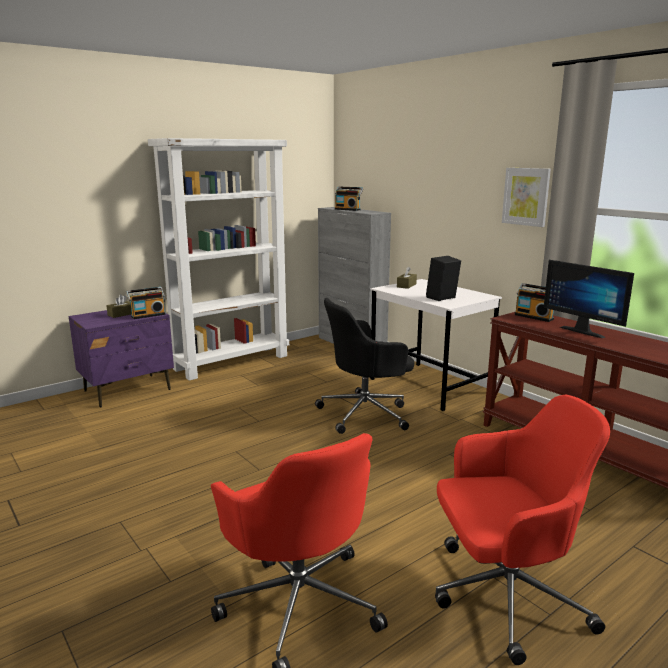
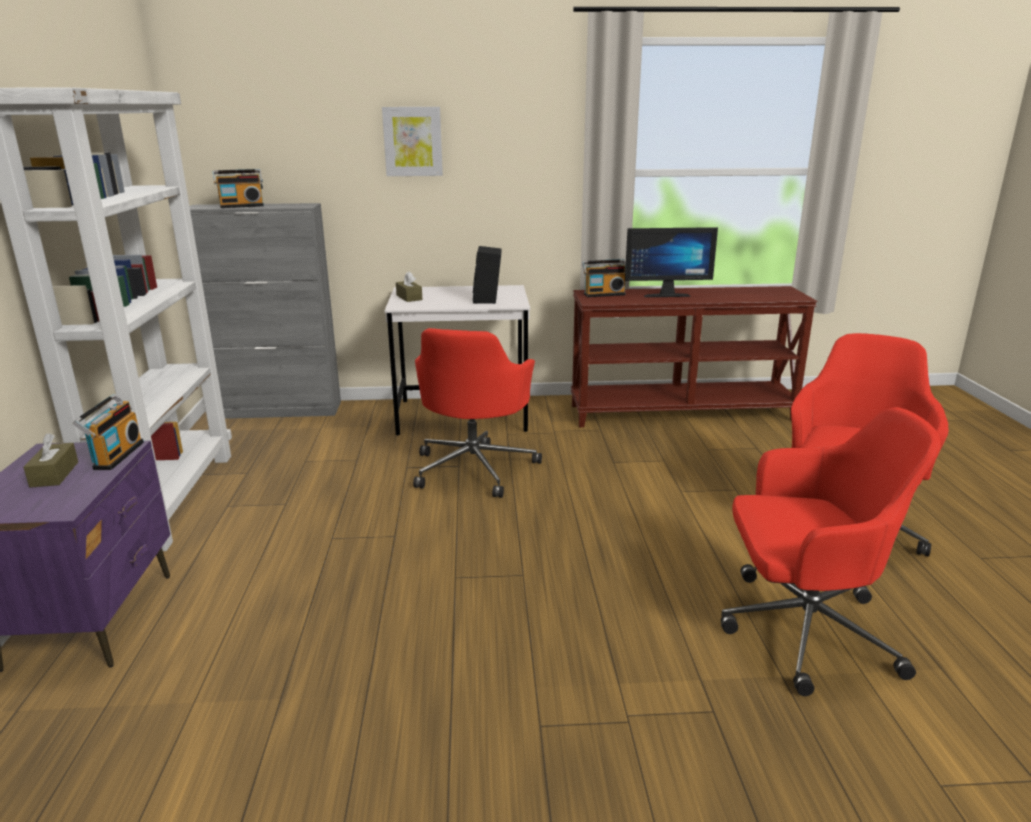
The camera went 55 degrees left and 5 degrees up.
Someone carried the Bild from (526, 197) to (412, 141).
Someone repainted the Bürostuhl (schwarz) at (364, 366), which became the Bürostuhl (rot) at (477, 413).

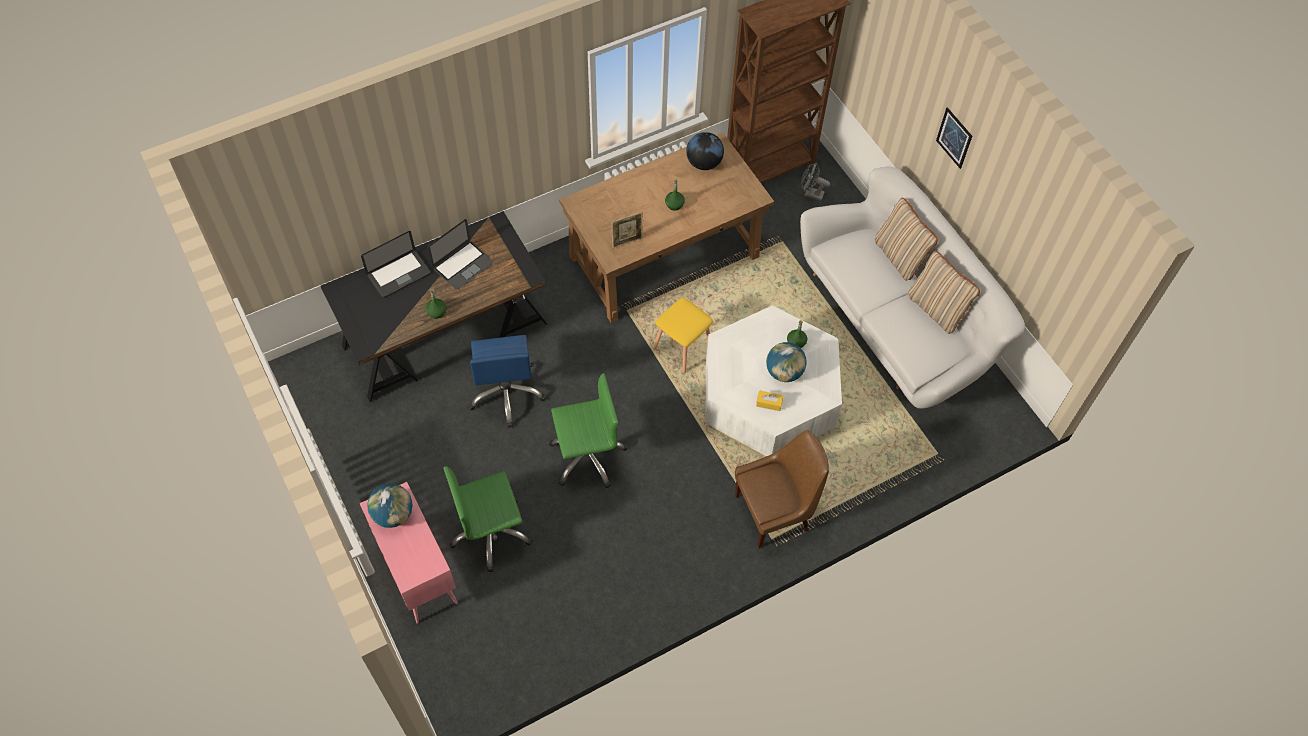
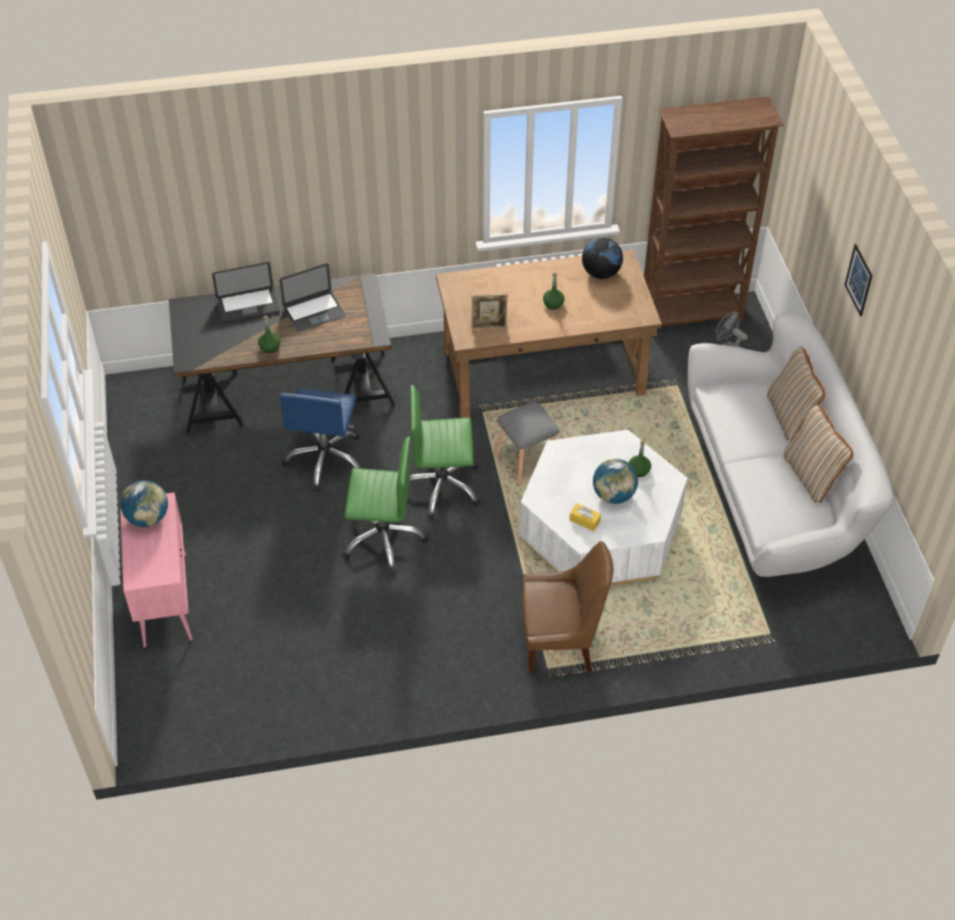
The camera went 20 degrees right and 10 degrees down.
Someone carried the Bürostuhl (grün) from (487, 519) to (445, 452).
Someone repainted the Hocker (gelb) at (683, 335), which became the Hocker (grau) at (527, 443).

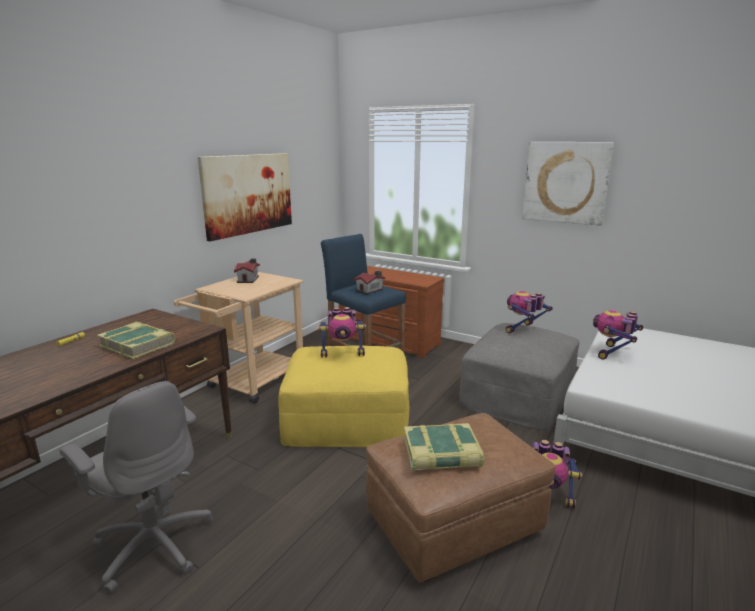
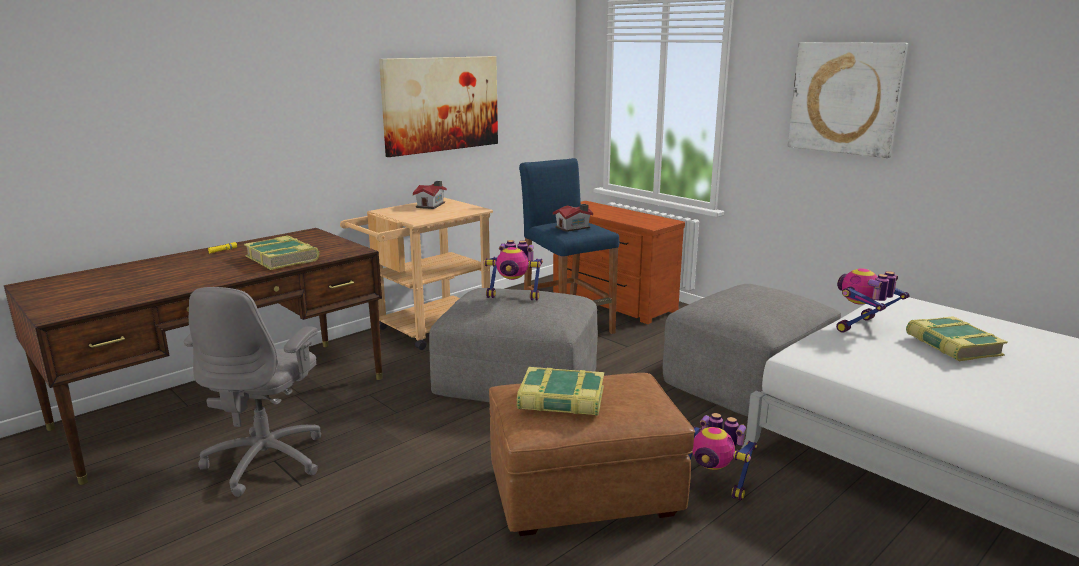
The camera went 15 degrees right and 0 degrees up.
Someone rotated the Bürostuhl (grau) at (136, 487) by 45 degrees clockwise.
Someone repainted the Polsterhocker (gelb) at (343, 396), which became the Polsterhocker (grau) at (513, 345).
Someone put down the Buch at (956, 338).
Someone took away the Spielzeugroboter at (529, 312).

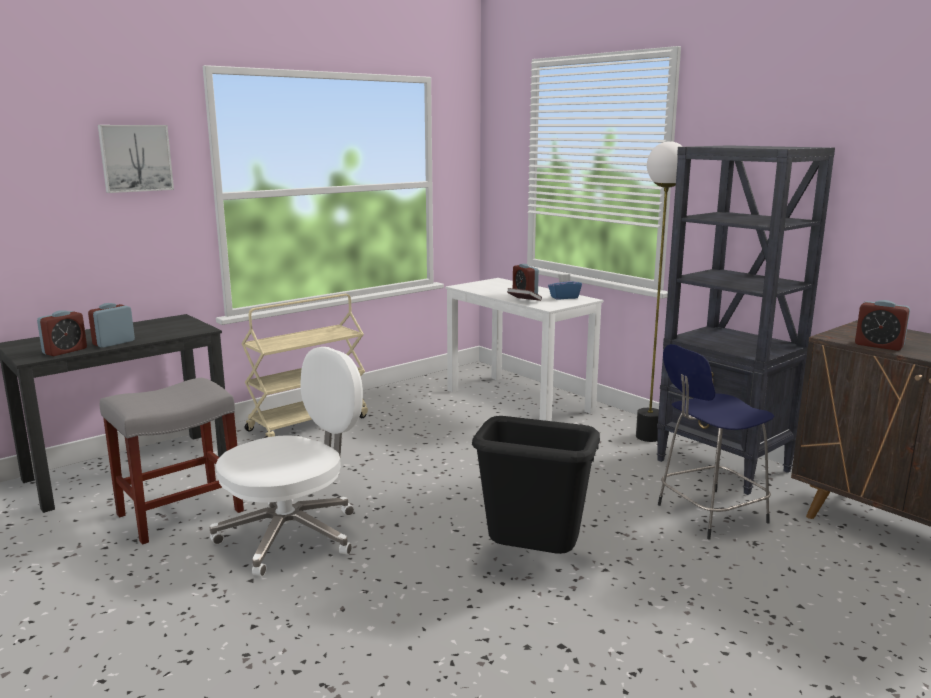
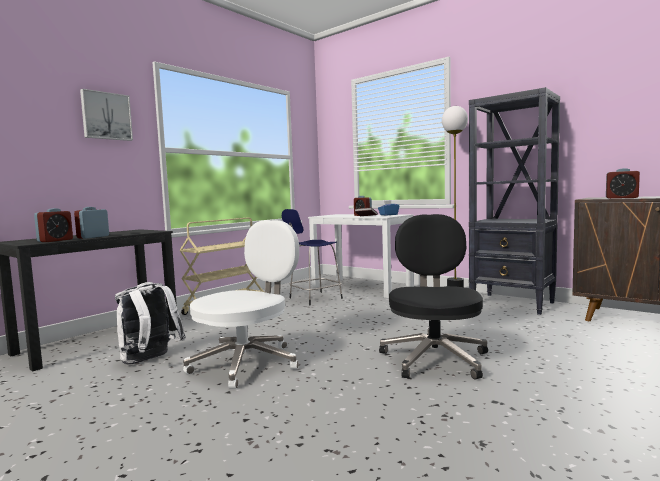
The camera went 10 degrees left and 10 degrees down.
Someone swapped the Hocker (grau) at (172, 461) for the Rucksack (weiß) at (150, 323).
Someone carried the Hocker (blau) from (716, 441) to (312, 257).
Someone swapped the Mülleimer (schwarz) at (536, 485) for the Bürostuhl (schwarz) at (433, 296).

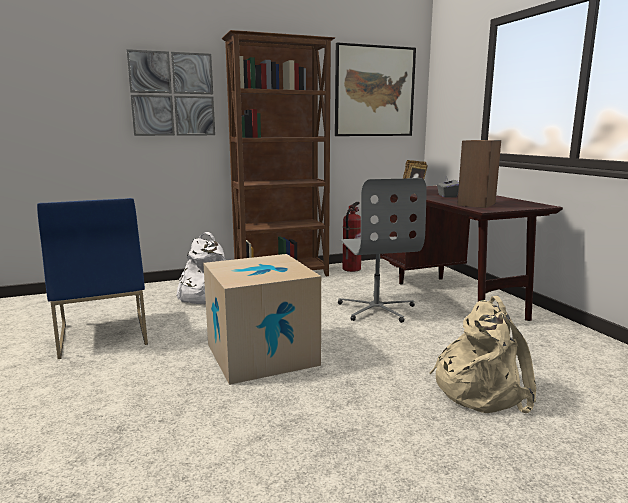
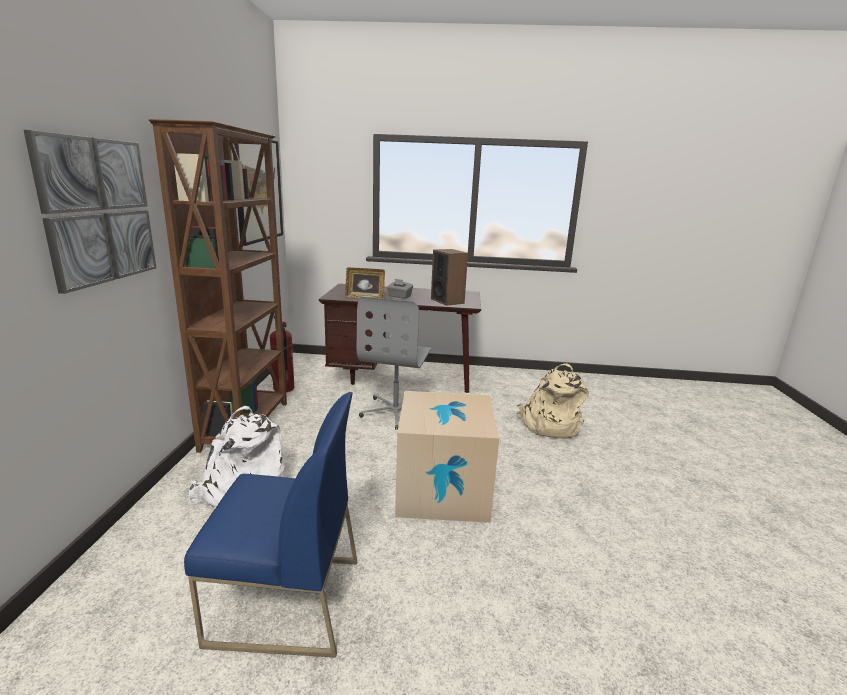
The camera went 65 degrees left and 5 degrees up.
Someone rotated the Bürostuhl (grau) at (382, 250) by 90 degrees clockwise.

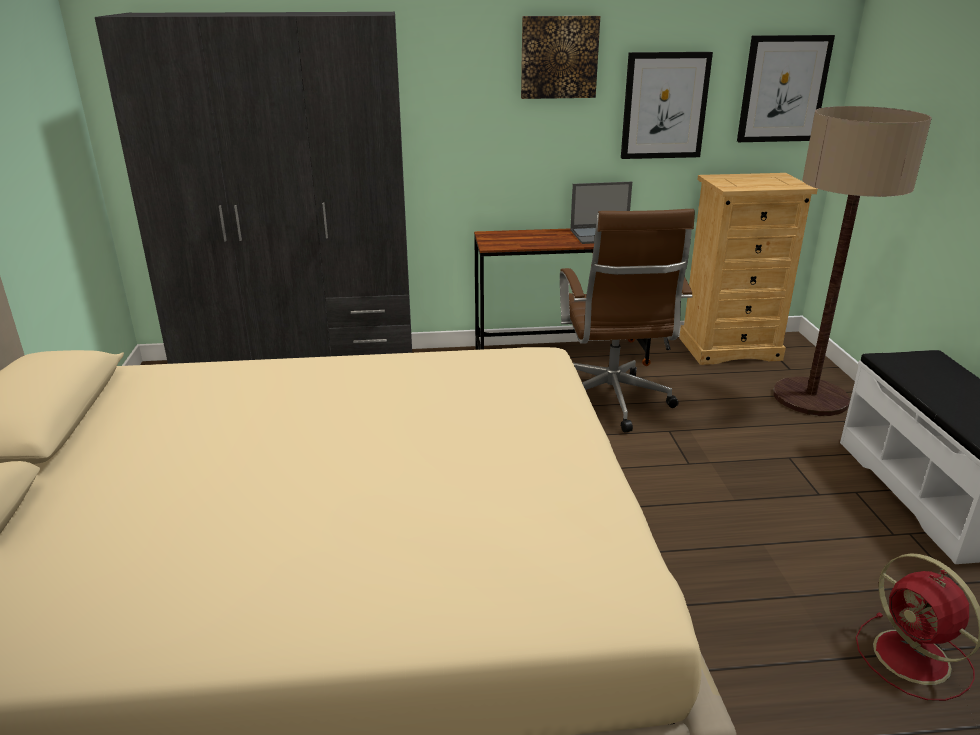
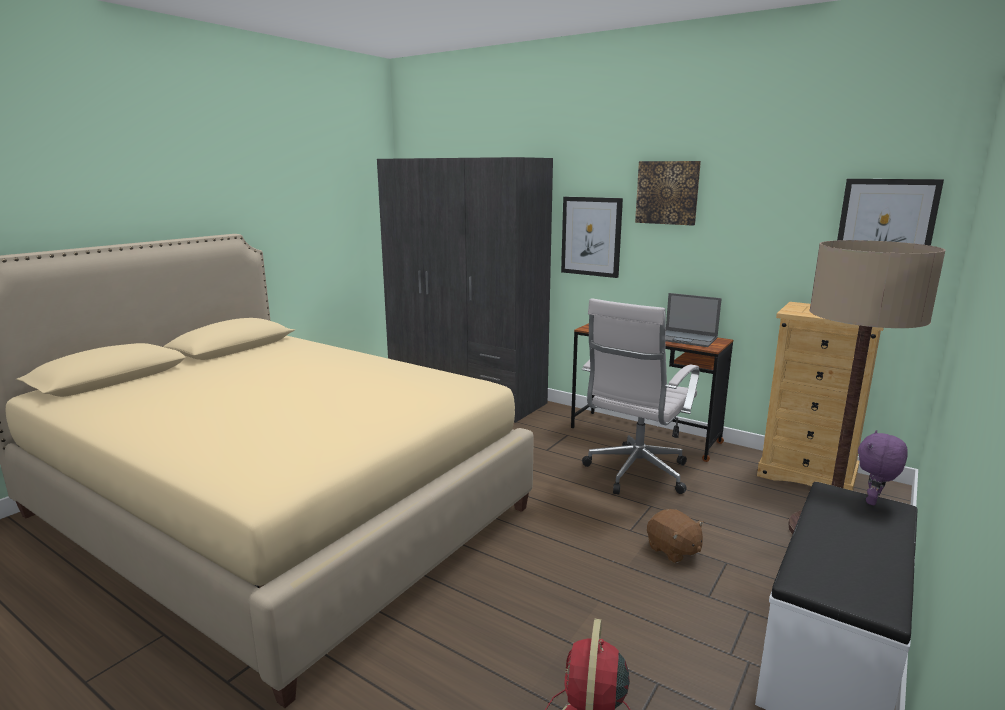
The camera went 40 degrees right and 10 degrees down.
Someone carried the Bild from (667, 105) to (592, 237).
Someone repainted the Bürostuhl (braun) at (627, 321), which became the Bürostuhl (weiß) at (641, 397).
Someone put down the Plüschtier (braun) at (675, 536).
Someone put down the Plüschtier (lila) at (883, 467).

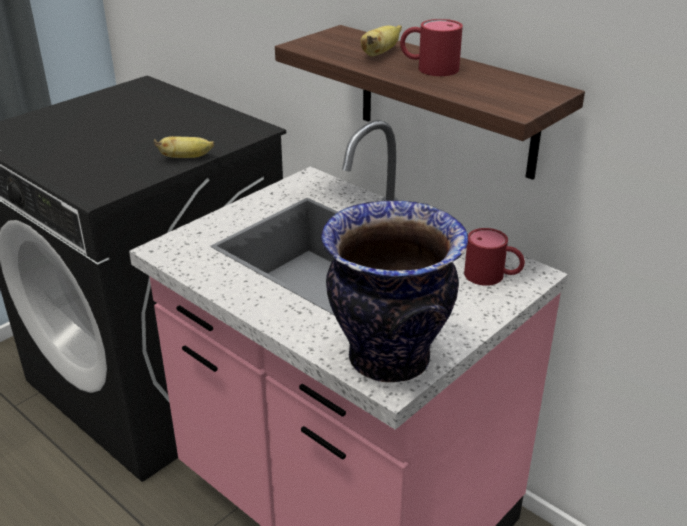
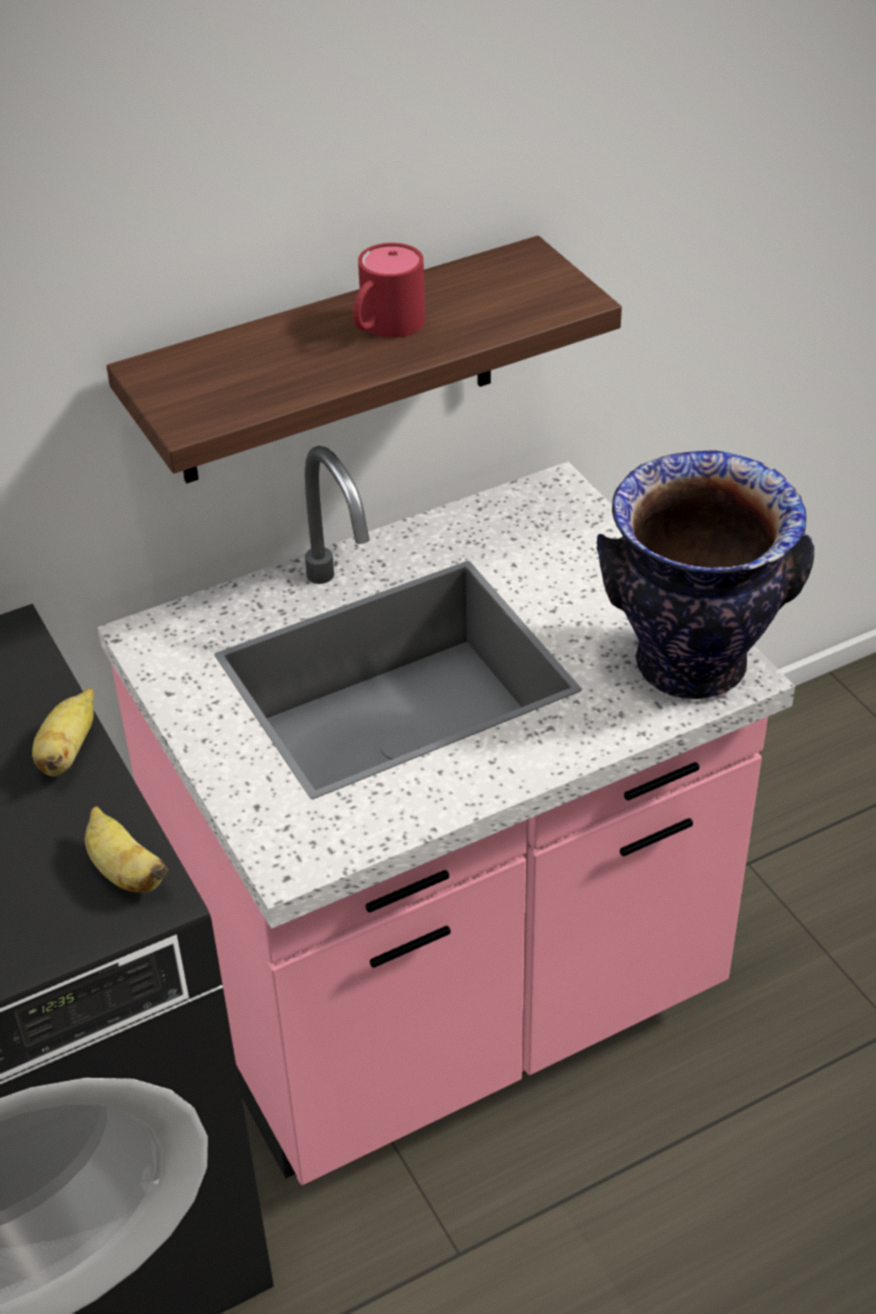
The camera went 70 degrees left and 10 degrees up.
Someone carried the Banane from (381, 40) to (126, 849).
Someone took away the Henkelbecher (rot) at (494, 257).

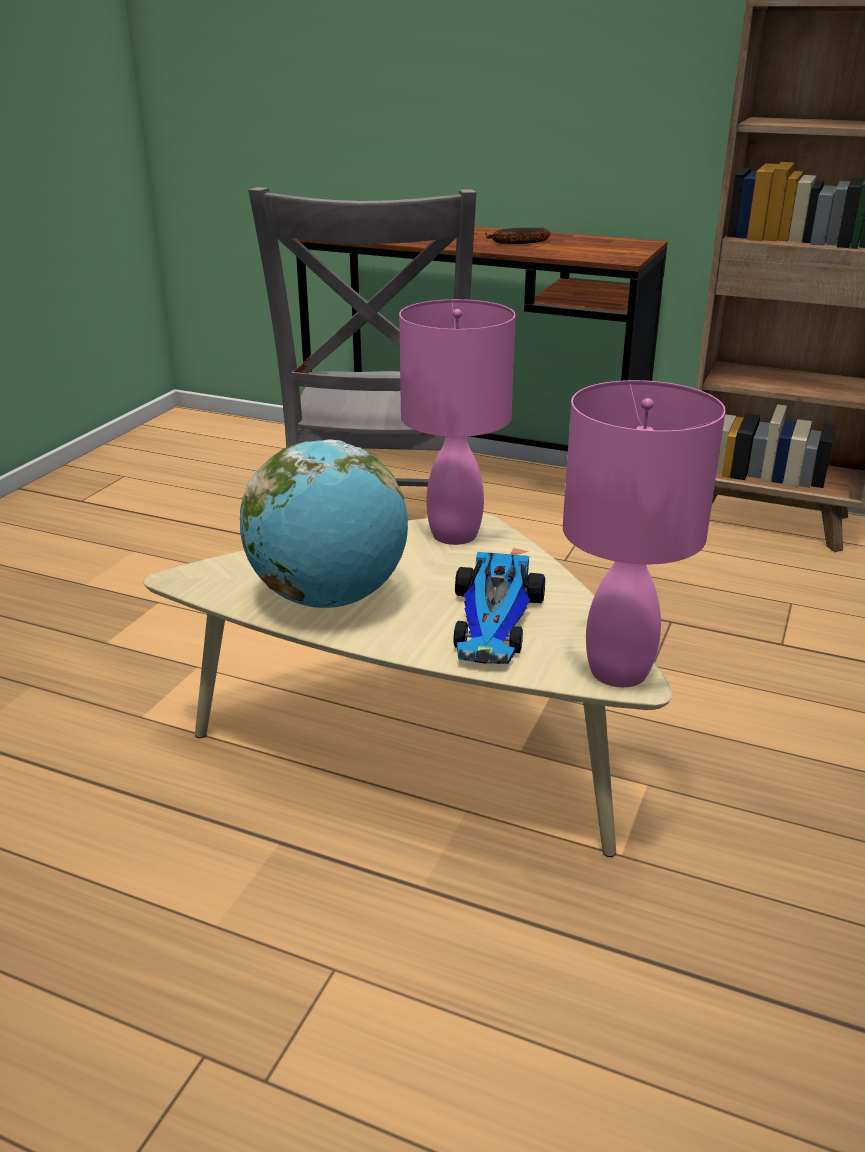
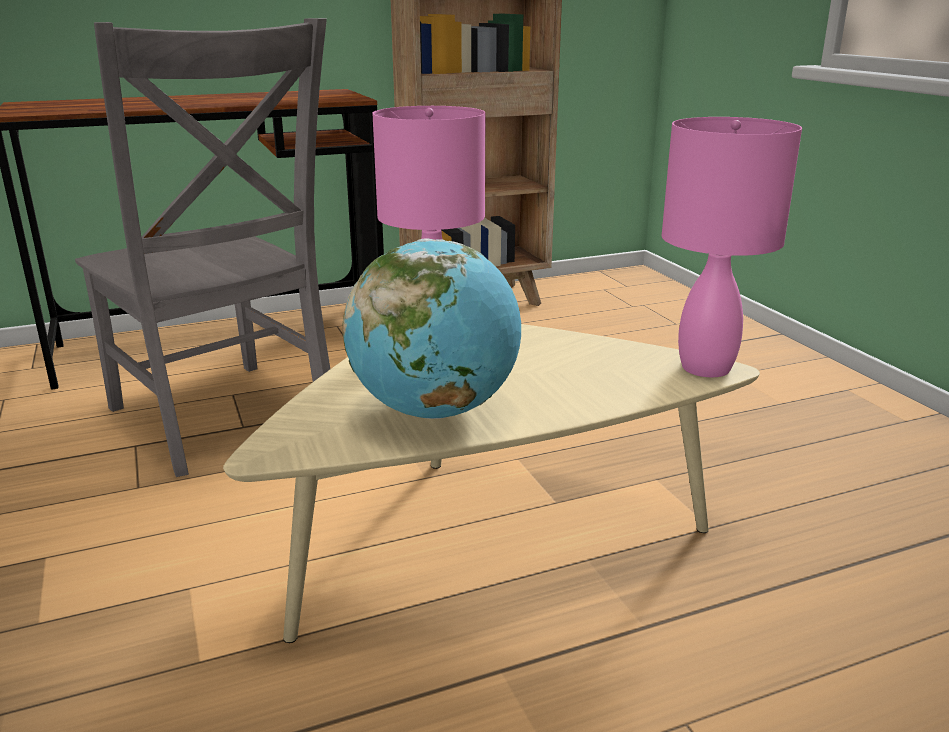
The camera went 45 degrees left and 5 degrees down.
Someone took away the Spielzeugauto at (499, 608).
Someone took away the Banane at (517, 235).

